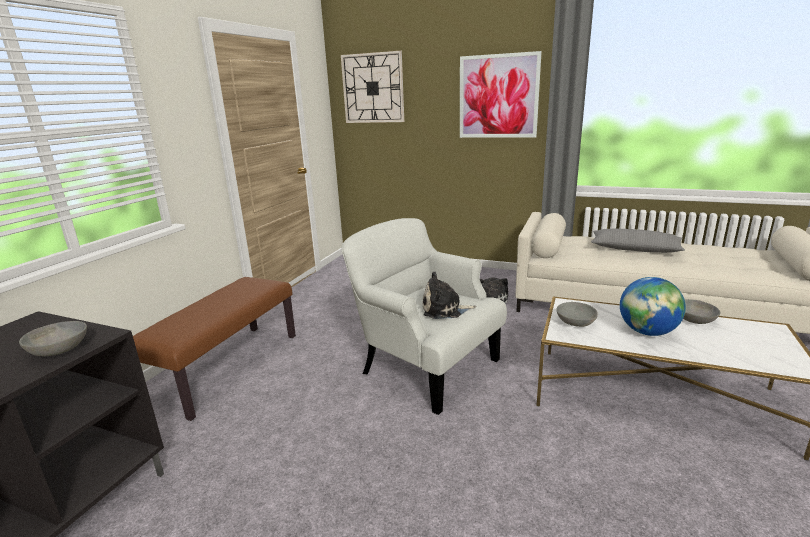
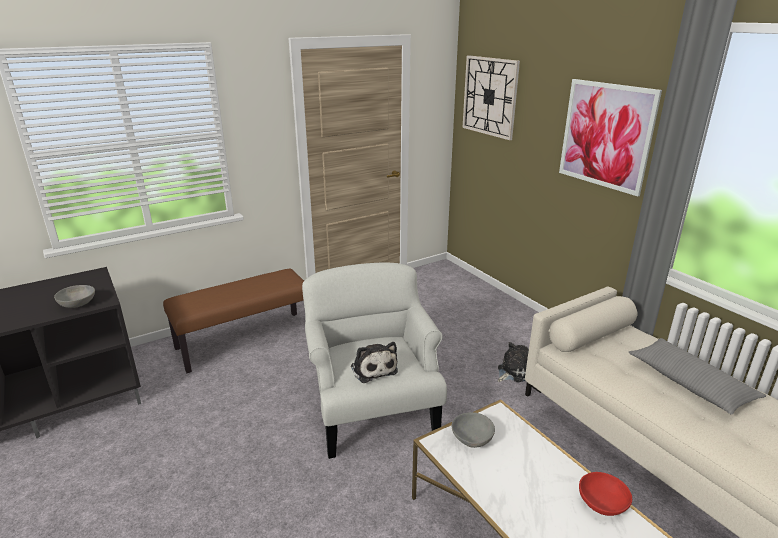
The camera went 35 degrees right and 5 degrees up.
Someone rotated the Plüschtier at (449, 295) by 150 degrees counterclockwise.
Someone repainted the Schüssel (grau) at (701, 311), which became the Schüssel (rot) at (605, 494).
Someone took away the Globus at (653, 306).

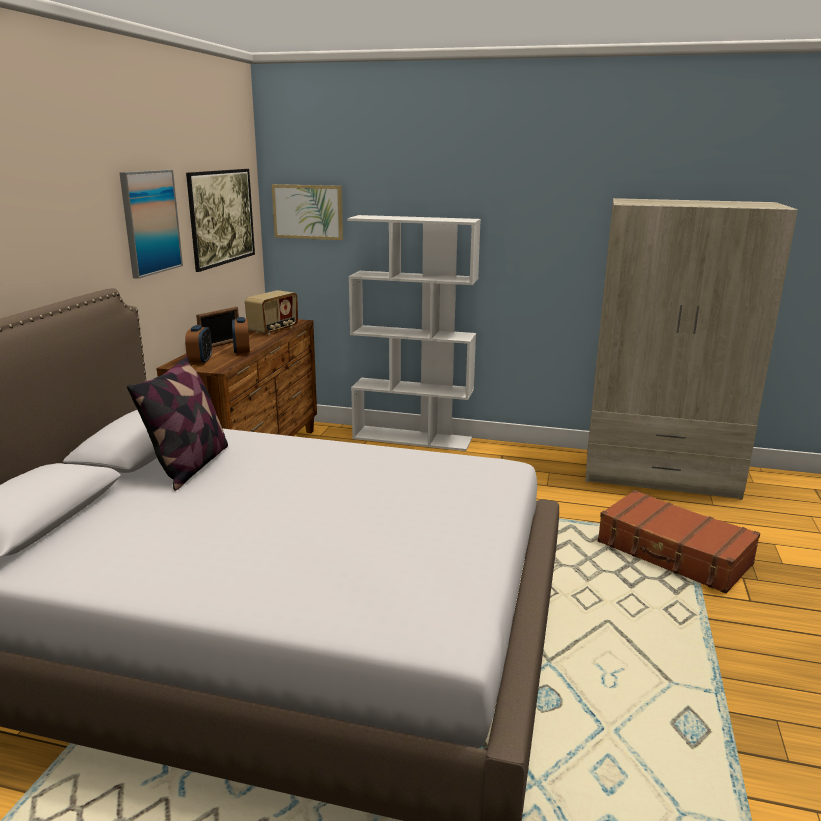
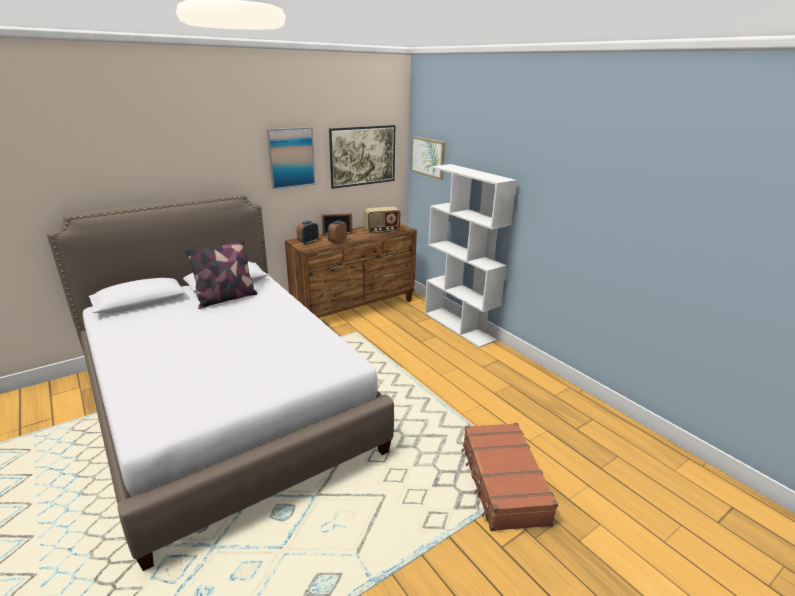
The camera went 40 degrees right and 5 degrees up.
Someone took away the Kleiderschrank (beige) at (691, 349).

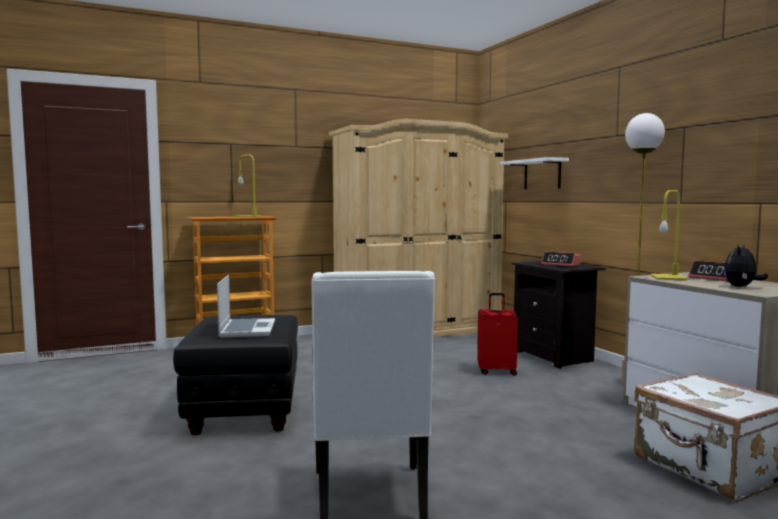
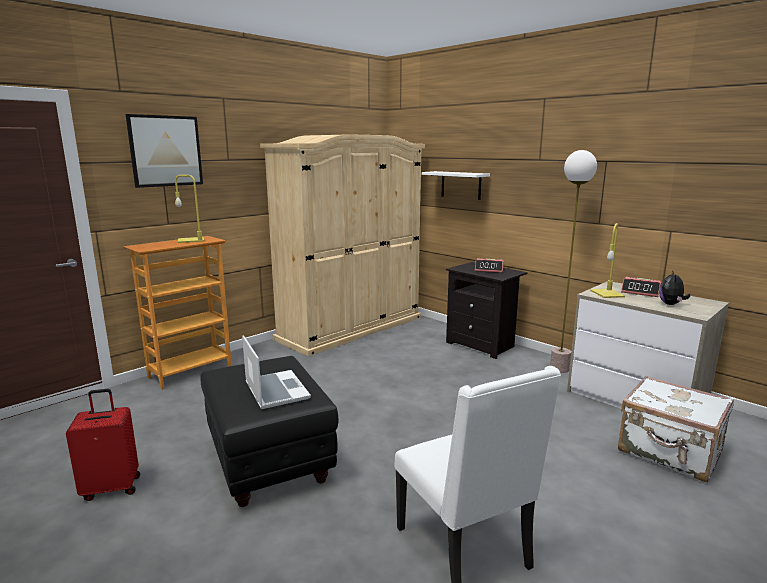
The camera went 20 degrees left and 10 degrees up.
Someone carried the Koffer (rot) from (497, 334) to (103, 445).
Someone put up the Bild at (164, 151).

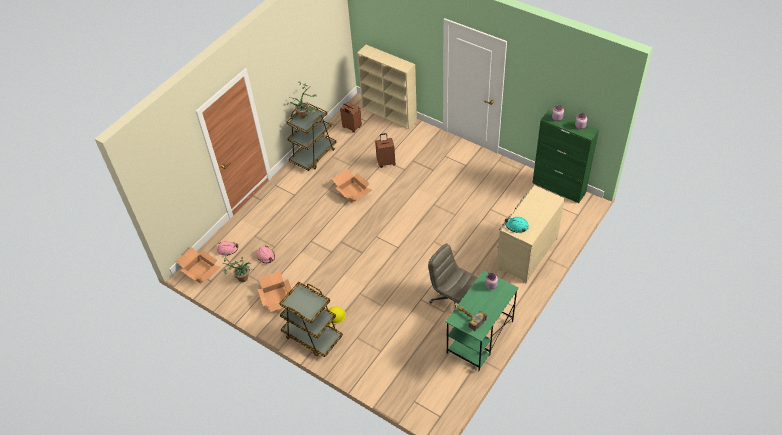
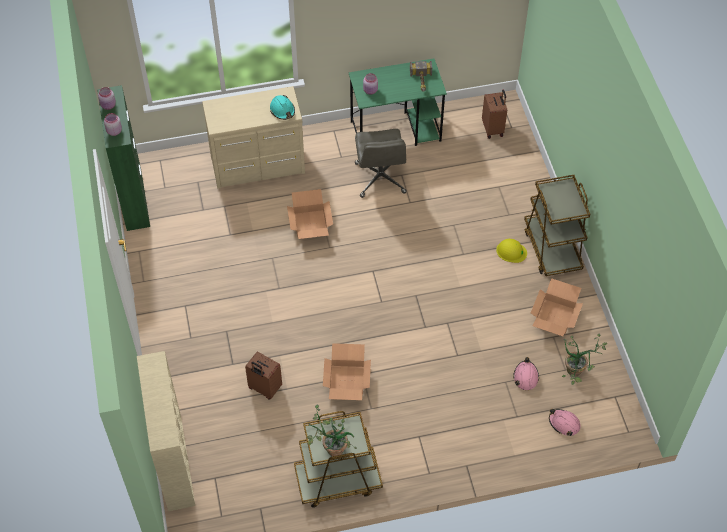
The camera went 140 degrees left and 5 degrees up.
Someone carried the Karton from (198, 265) to (310, 214).
Someone carried the Koffer (braun) from (351, 117) to (494, 114).

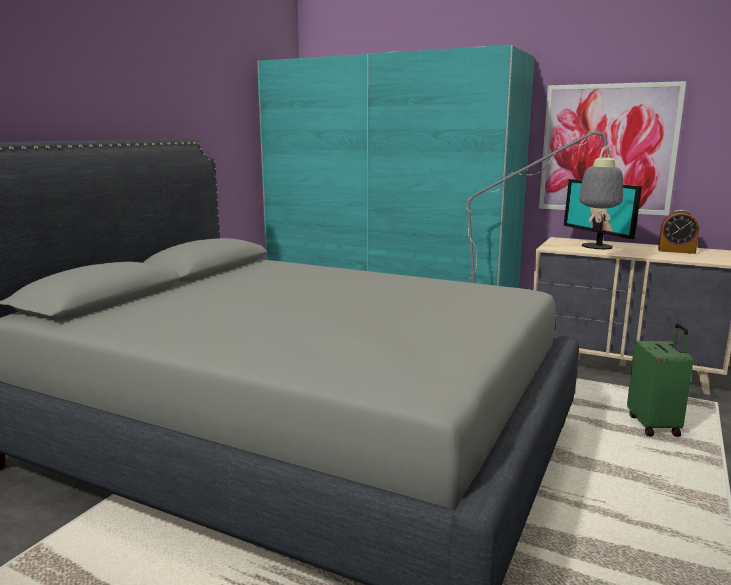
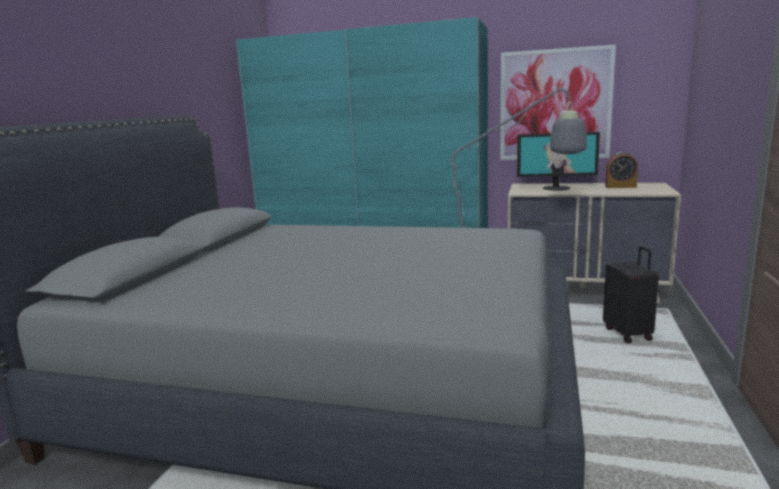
The camera went 10 degrees left and 0 degrees up.
Someone rotated the Monitor at (603, 214) by 45 degrees counterclockwise.
Someone repainted the Koffer (grün) at (660, 380), which became the Koffer (schwarz) at (631, 294).

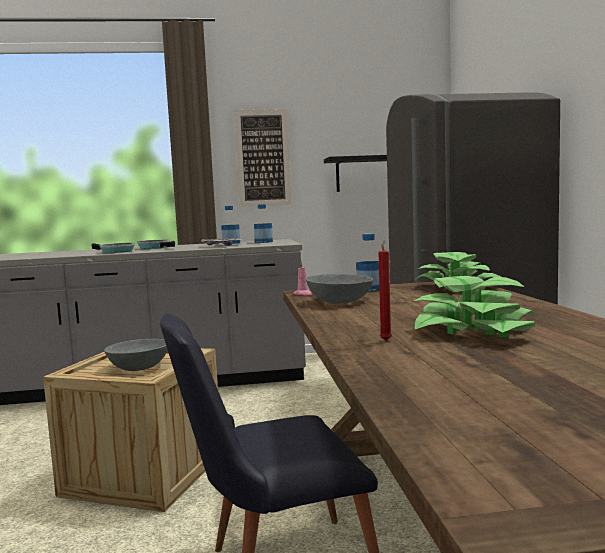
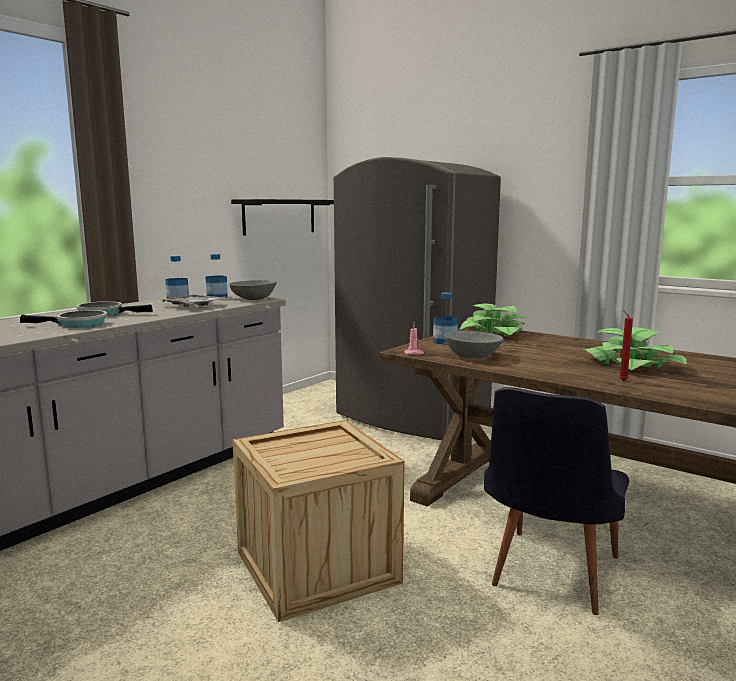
The camera went 45 degrees left and 5 degrees up.
Someone carried the Schüssel (grau) from (136, 355) to (253, 290).
Someone took away the Bild at (263, 158).

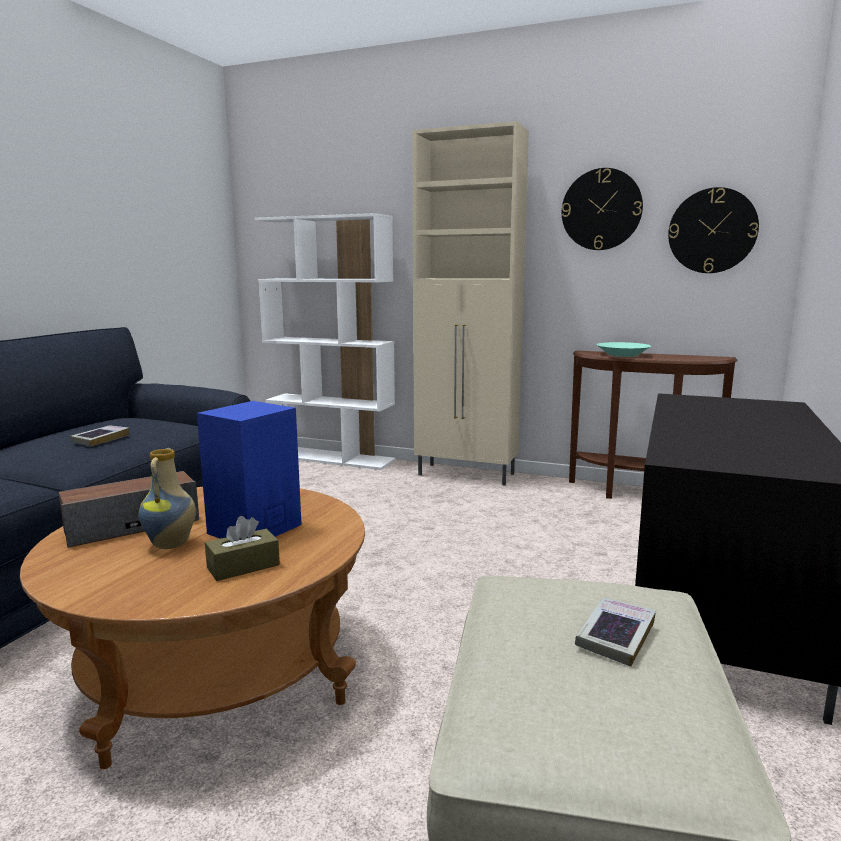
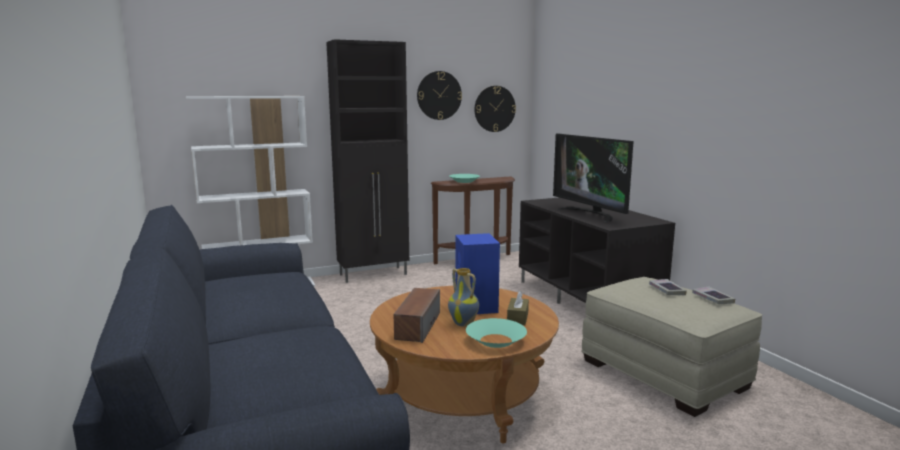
The camera went 45 degrees left and 0 degrees up.
Someone repainted the Schrank (beige) at (470, 303), which became the Schrank (schwarz) at (367, 161).
Someone put down the Schüssel (türkis) at (496, 333).
Someone put down the Fernseher at (593, 178).
Someone carried the Buch from (99, 436) to (713, 295).

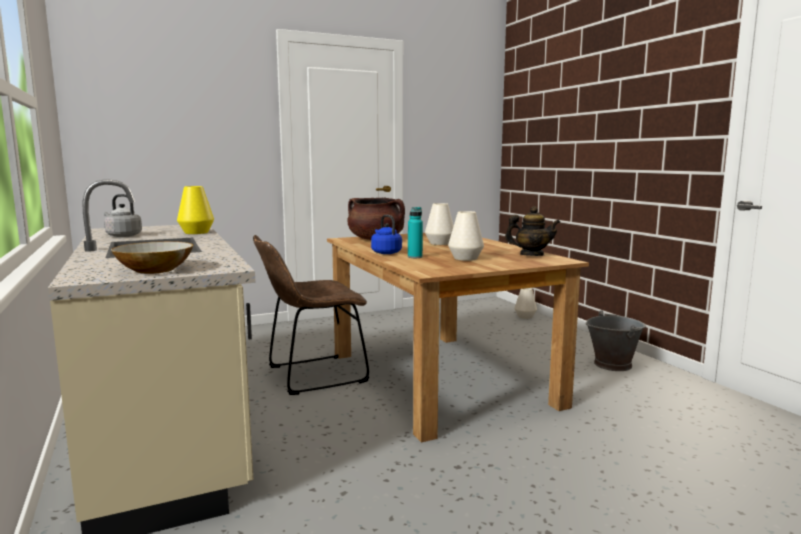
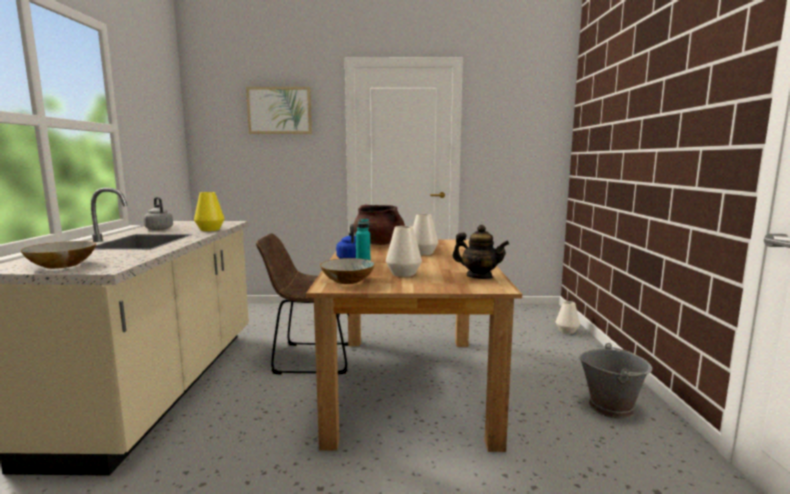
The camera went 25 degrees right and 0 degrees up.
Someone put up the Bild at (279, 110).
Someone put down the Schüssel at (347, 271).

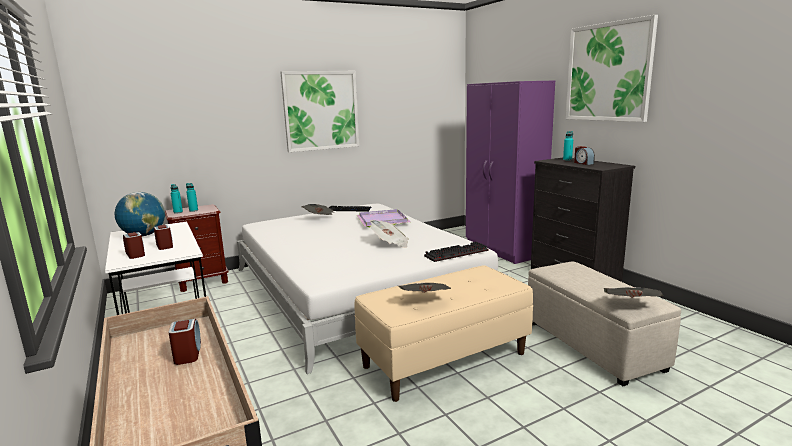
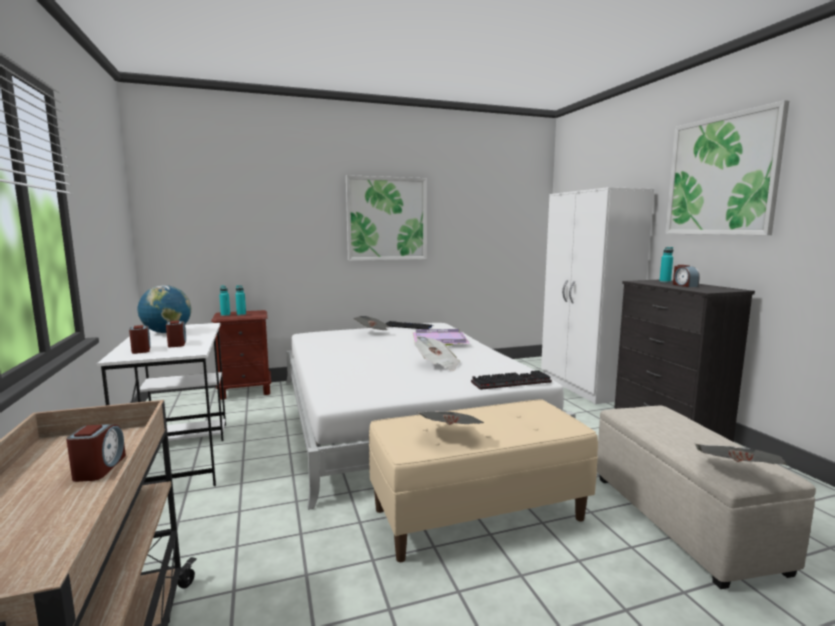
The camera went 10 degrees right and 5 degrees down.
Someone repainted the Kleiderschrank (lila) at (510, 172), which became the Kleiderschrank (weiß) at (597, 295).

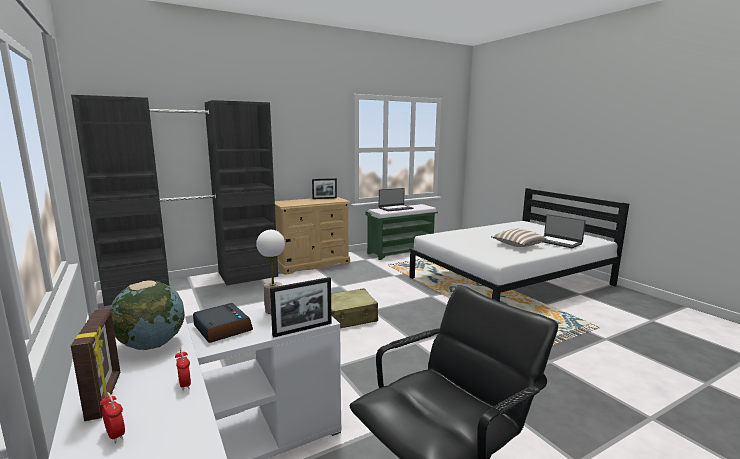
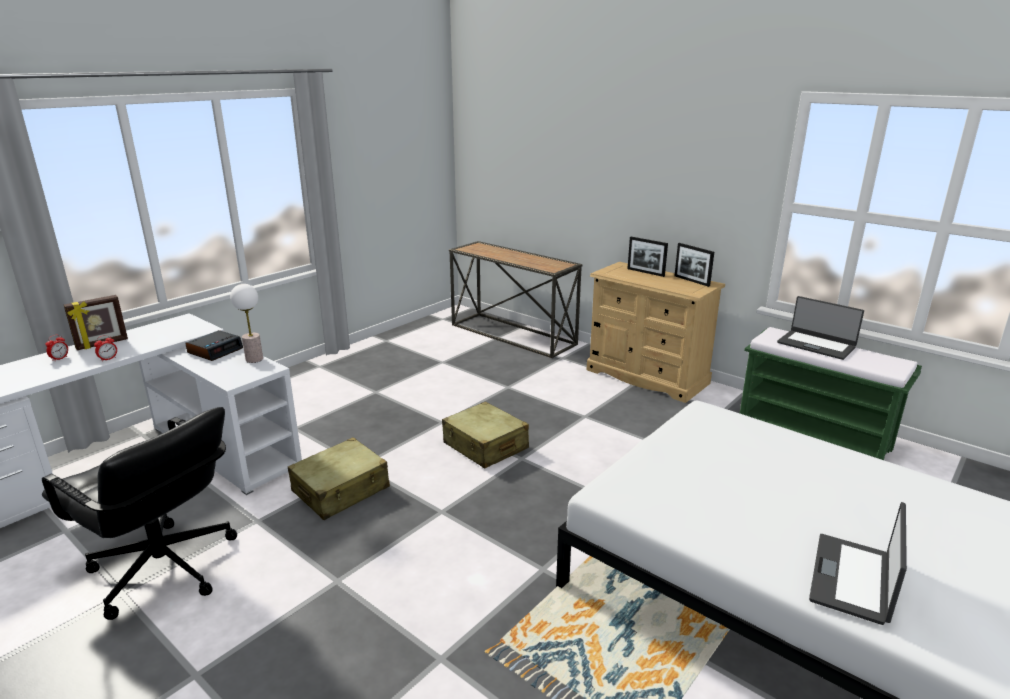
The camera went 70 degrees right and 10 degrees up.
Someone put down the Koffer (beige) at (339, 478).
Someone swapped the Kleiderschrank (schwarz) at (174, 200) for the Konsolentisch at (515, 299).
Someone carried the Bilderrahmen from (301, 307) to (647, 257).
Someone took away the Globus at (147, 315).
Someone took away the Kissen at (519, 238).

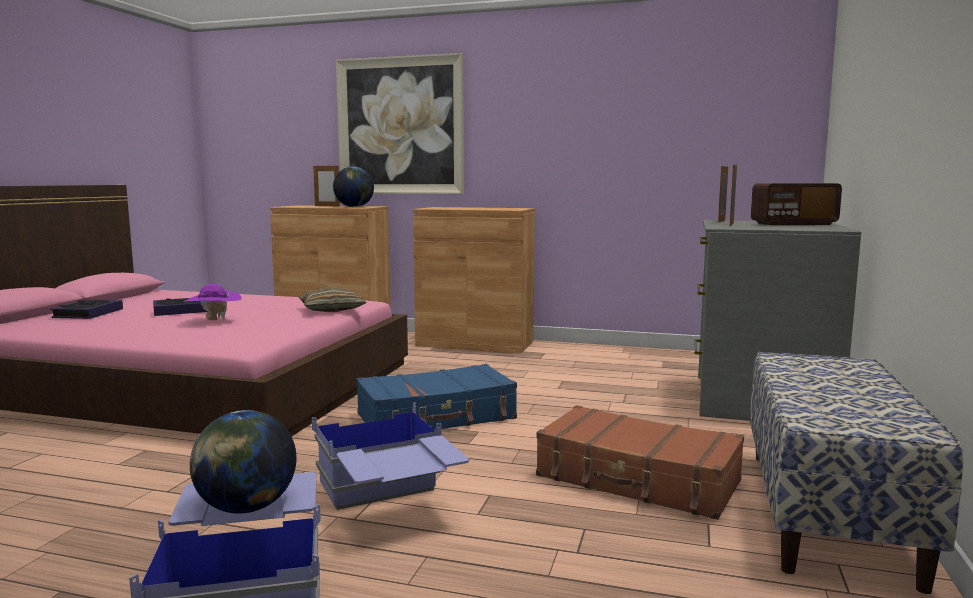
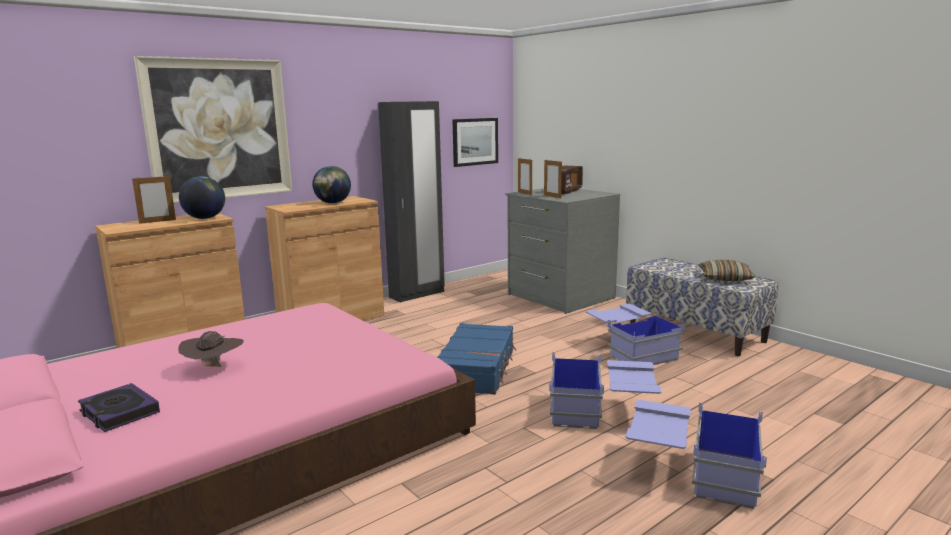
The camera went 55 degrees left and 5 degrees up.
Someone swapped the Buch at (180, 307) for the Hut (braun) at (211, 349).
Someone carried the Globus from (243, 462) to (331, 185).
Someone put down the Kleiderschrank (schwarz) at (411, 202).
Someone put up the Bild at (475, 142).
Someone swapped the Koffer (braun) at (640, 462) for the Aufbewahrungsbox (blau) at (635, 334).
Someone carried the Kissen from (332, 299) to (727, 270).
Someone took away the Hut (lila) at (213, 302).

